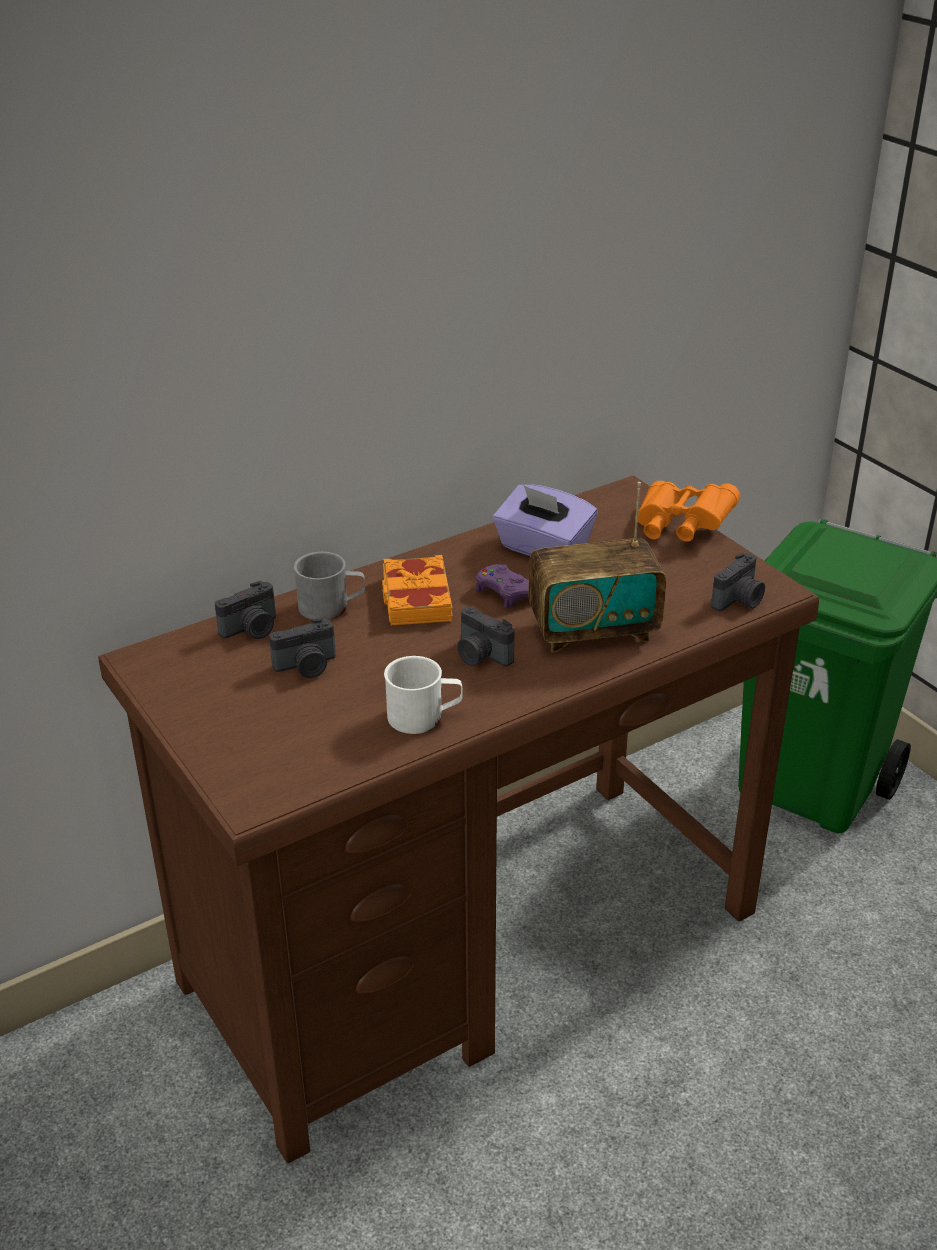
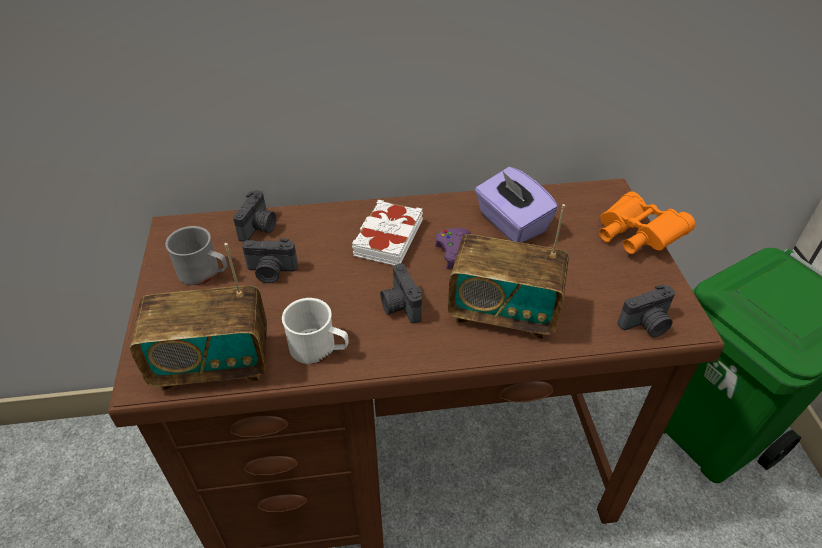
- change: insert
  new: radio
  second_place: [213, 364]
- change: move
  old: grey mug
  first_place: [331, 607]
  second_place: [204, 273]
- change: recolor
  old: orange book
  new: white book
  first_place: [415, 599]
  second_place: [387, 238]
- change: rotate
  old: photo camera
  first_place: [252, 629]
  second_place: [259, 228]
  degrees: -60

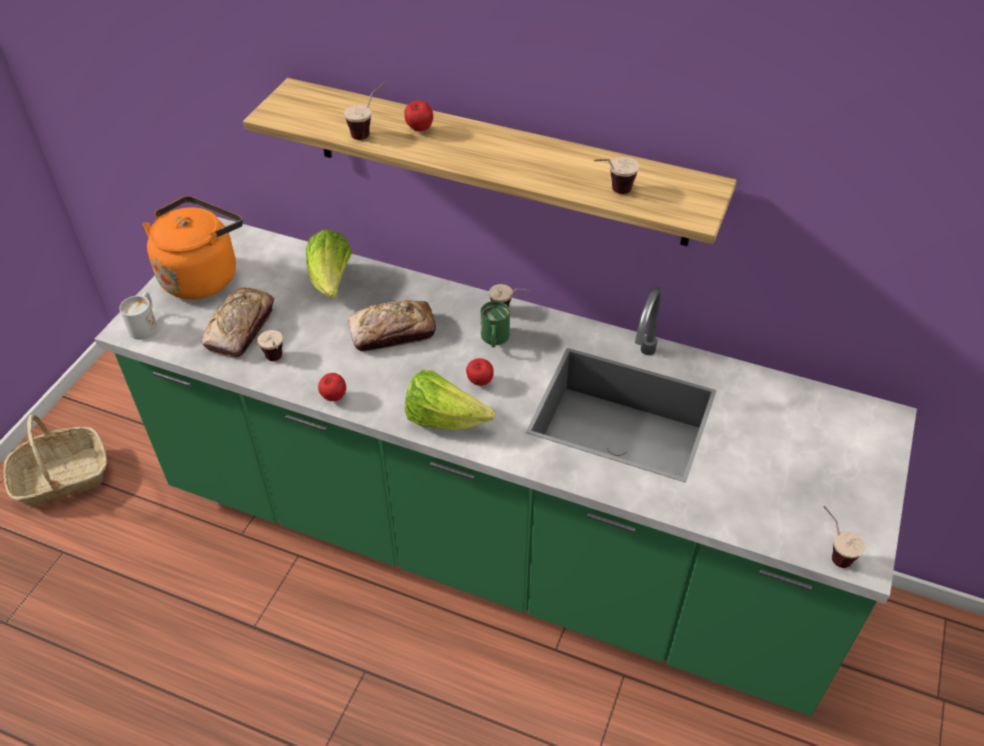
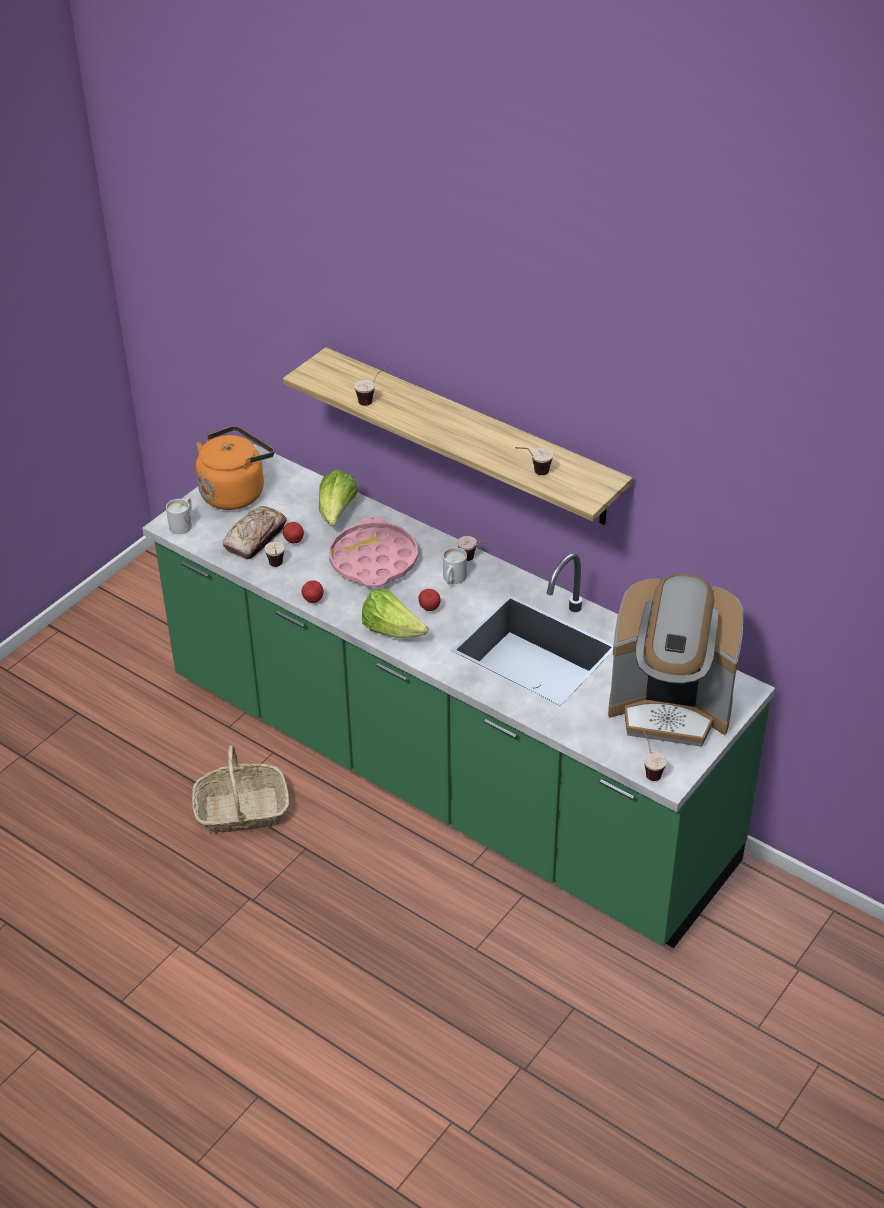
- change: insert
  new: coffee machine
  second_place: [671, 706]
- change: move
  old: basket
  first_place: [61, 477]
  second_place: [241, 811]
- change: move
  old: apple
  first_place: [419, 130]
  second_place: [293, 541]
- change: replace
  old: bread
  new: pink tray
  first_place: [392, 332]
  second_place: [373, 560]
- change: recolor
  old: green mug
  new: white mug
  first_place: [494, 340]
  second_place: [453, 580]

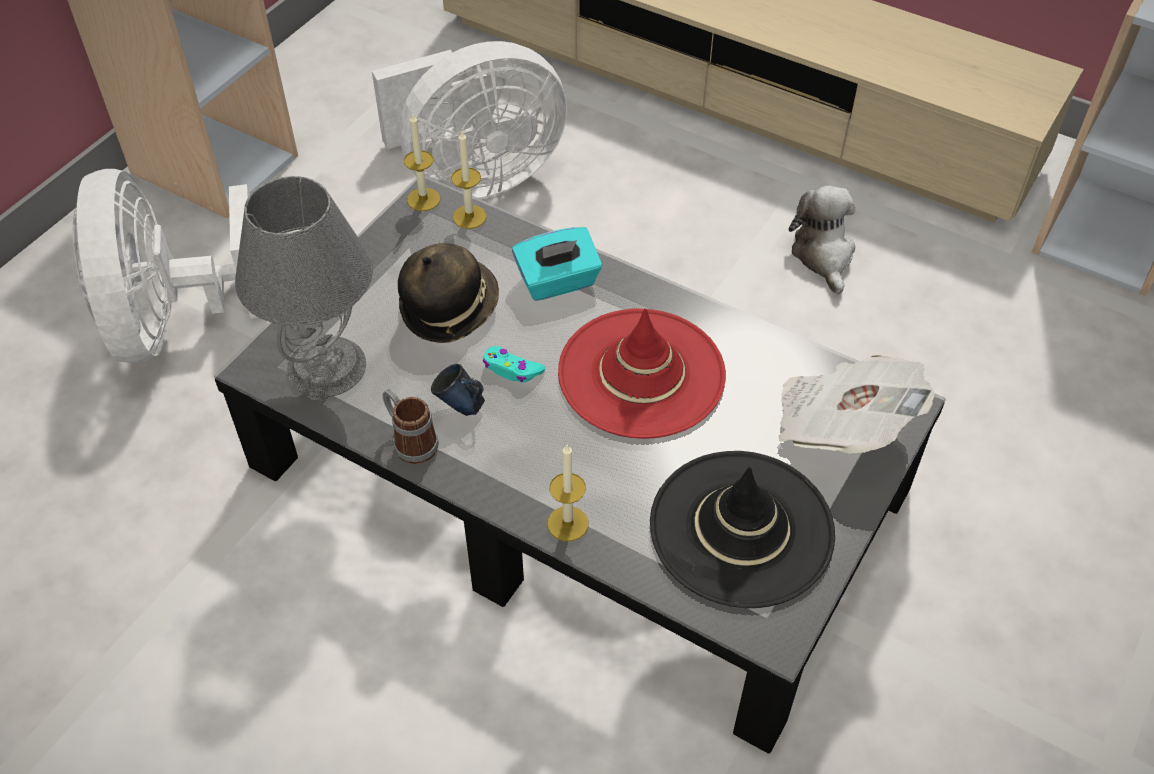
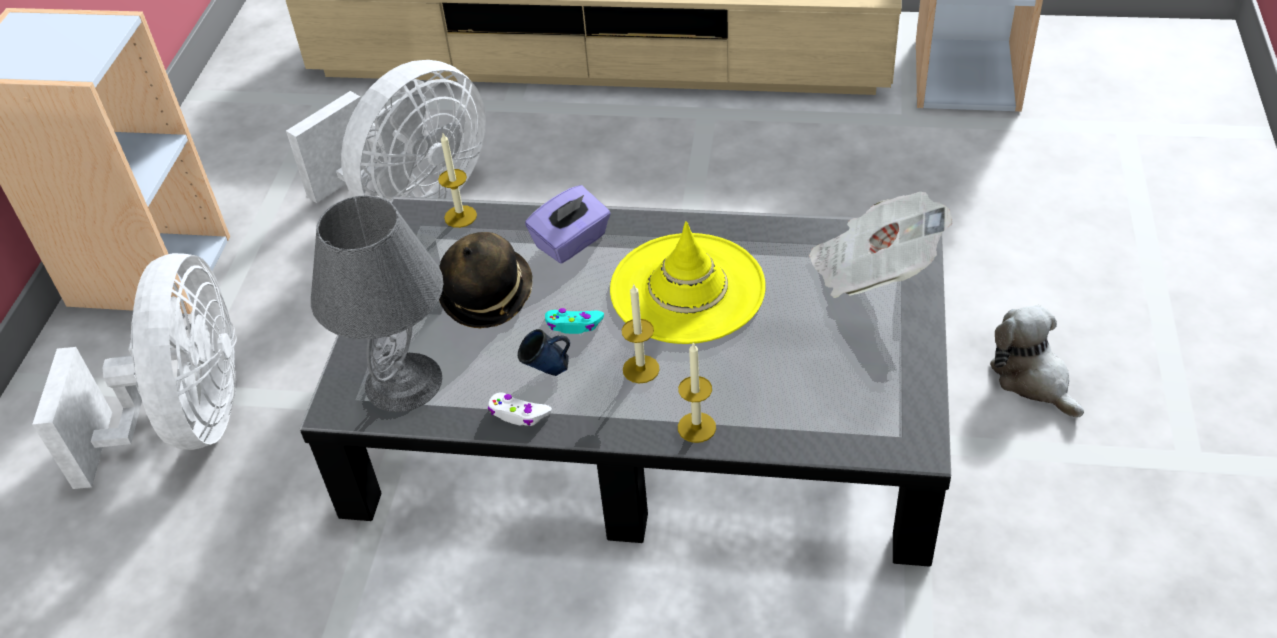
- change: delete
  old: black hat
  first_place: [741, 528]
- change: move
  old: candle
  first_place: [423, 199]
  second_place: [641, 369]
- change: move
  old: plush toy
  first_place: [823, 255]
  second_place: [1033, 379]
- change: replace
  old: mug
  new: white game controller
  first_place: [410, 441]
  second_place: [518, 414]
- change: recolor
  old: turquoise tissue box
  new: purple tissue box
  first_place: [558, 282]
  second_place: [571, 242]
- change: recolor
  old: red hat
  new: yellow hat
  first_place: [641, 373]
  second_place: [687, 288]
- change: rotate
  old: white fan
  first_place: [174, 322]
  second_place: [190, 421]
  degrees: -150

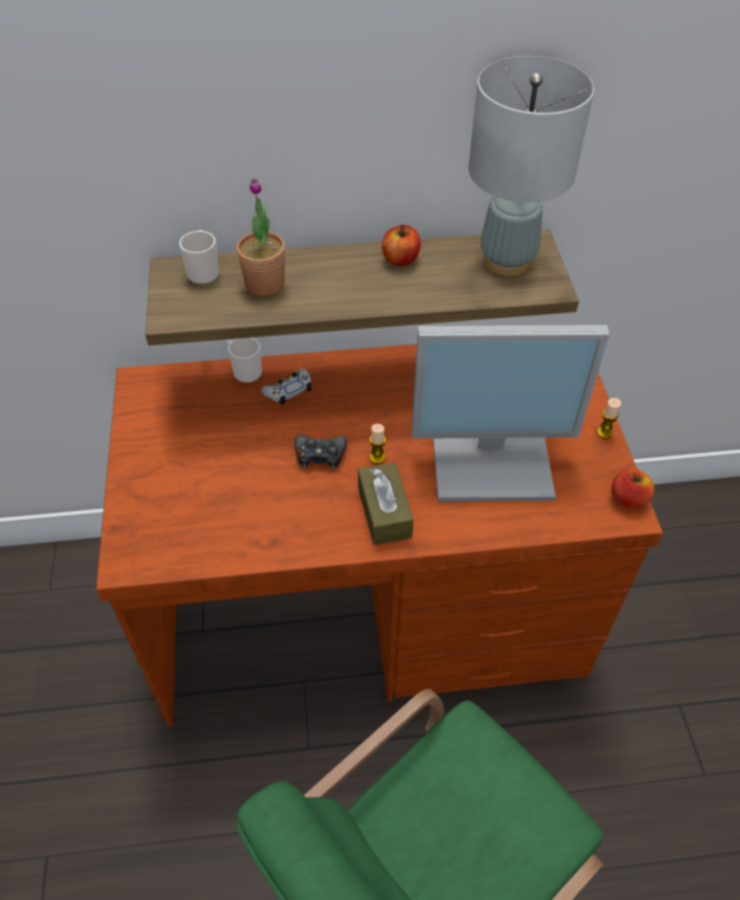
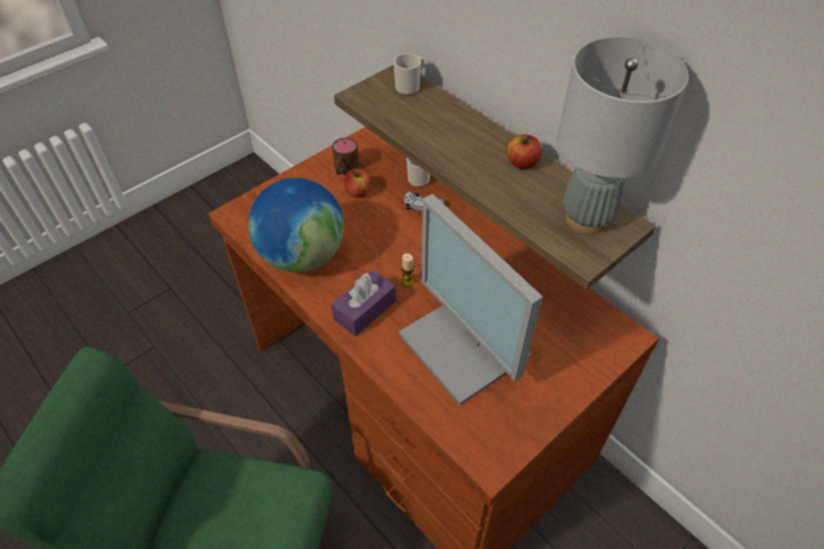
- change: delete
  old: potted plant
  first_place: [265, 284]
- change: delete
  old: black game controller
  first_place: [320, 455]
- change: delete
  old: candle
  first_place: [604, 432]
- change: insert
  new: globe
  second_place: [302, 255]
- change: insert
  new: brown mug
  second_place: [344, 170]
- change: move
  old: apple
  first_place: [628, 499]
  second_place: [358, 192]
- change: recolor
  old: brown tissue box
  new: purple tissue box
  first_place: [384, 512]
  second_place: [365, 310]

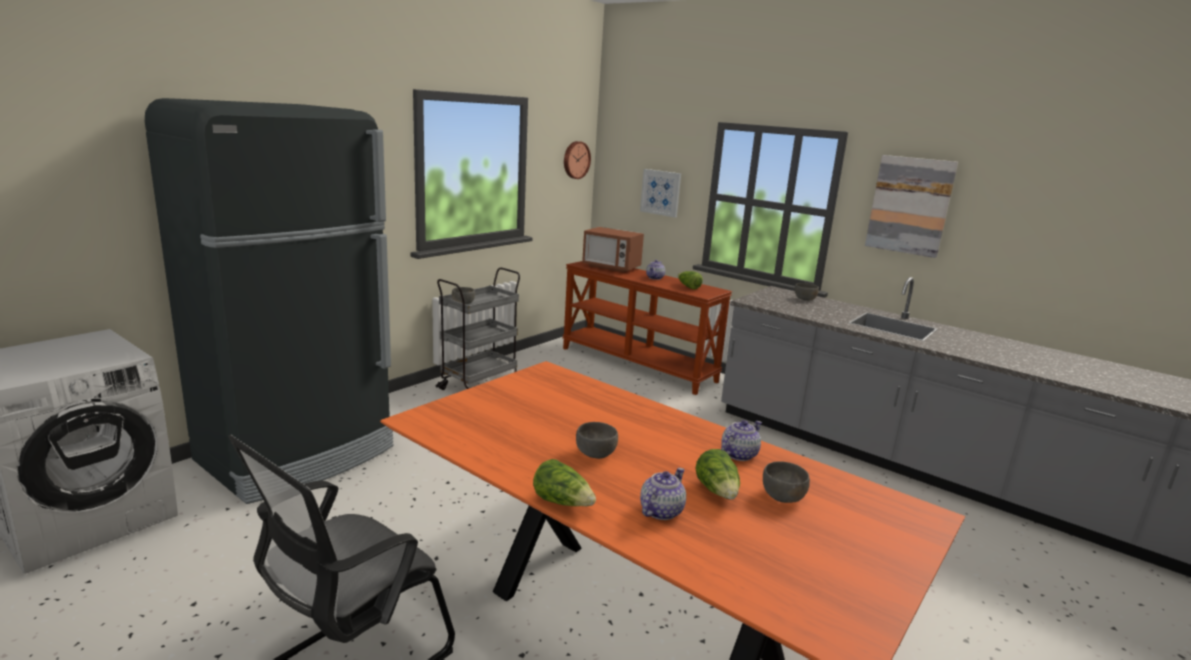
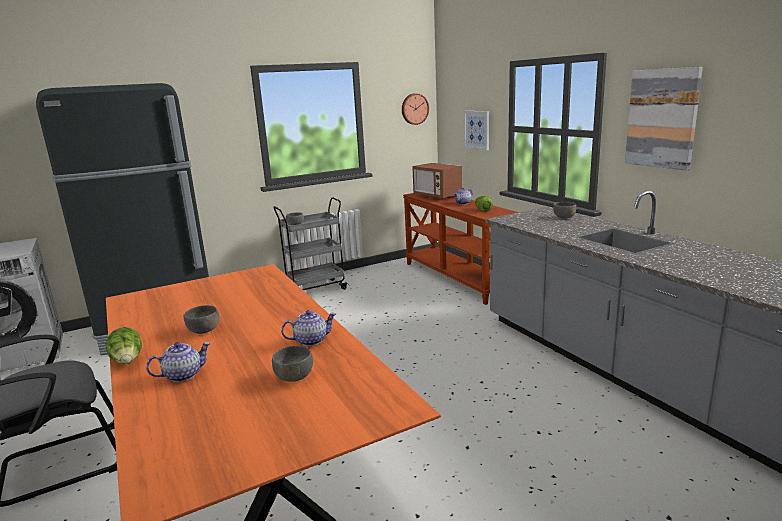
- change: delete
  old: lettuce
  first_place: [718, 491]

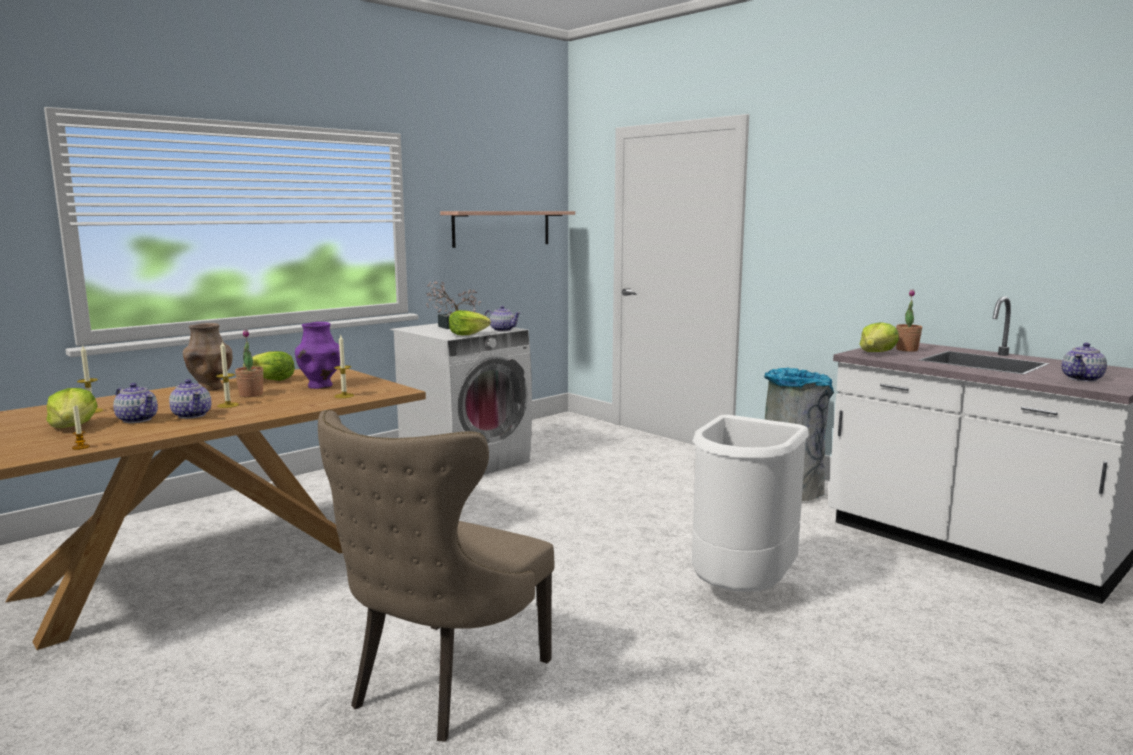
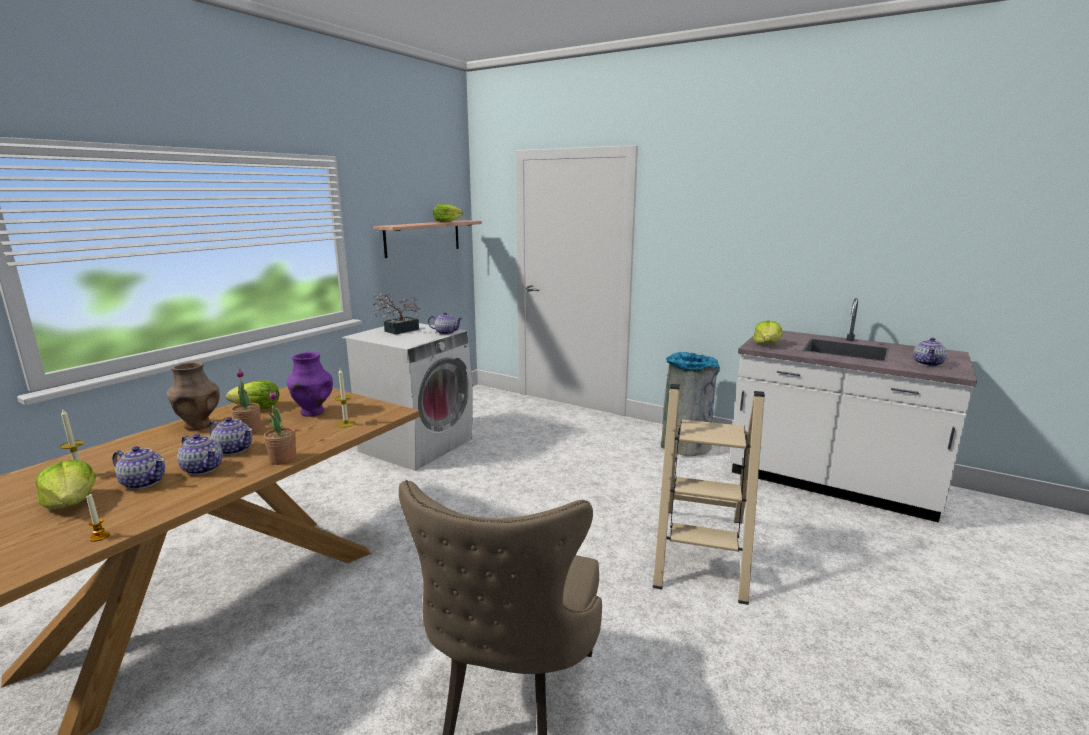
- change: move
  old: lettuce
  first_place: [467, 334]
  second_place: [446, 222]
- change: move
  old: potted plant
  first_place: [907, 350]
  second_place: [283, 459]
- change: replace
  old: candle
  new: teapot
  first_place: [228, 405]
  second_place: [234, 449]
- change: replace
  old: white trash can
  new: beige step ladder
  first_place: [741, 590]
  second_place: [701, 550]

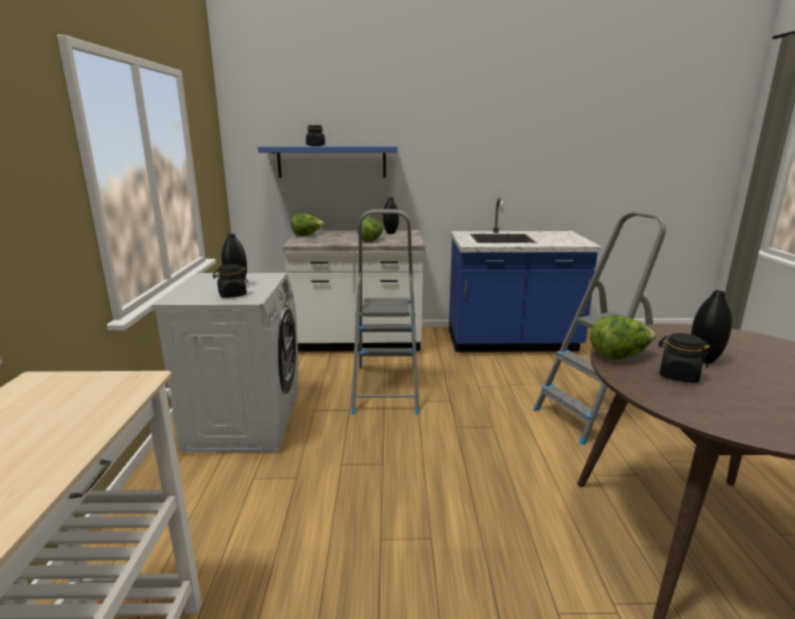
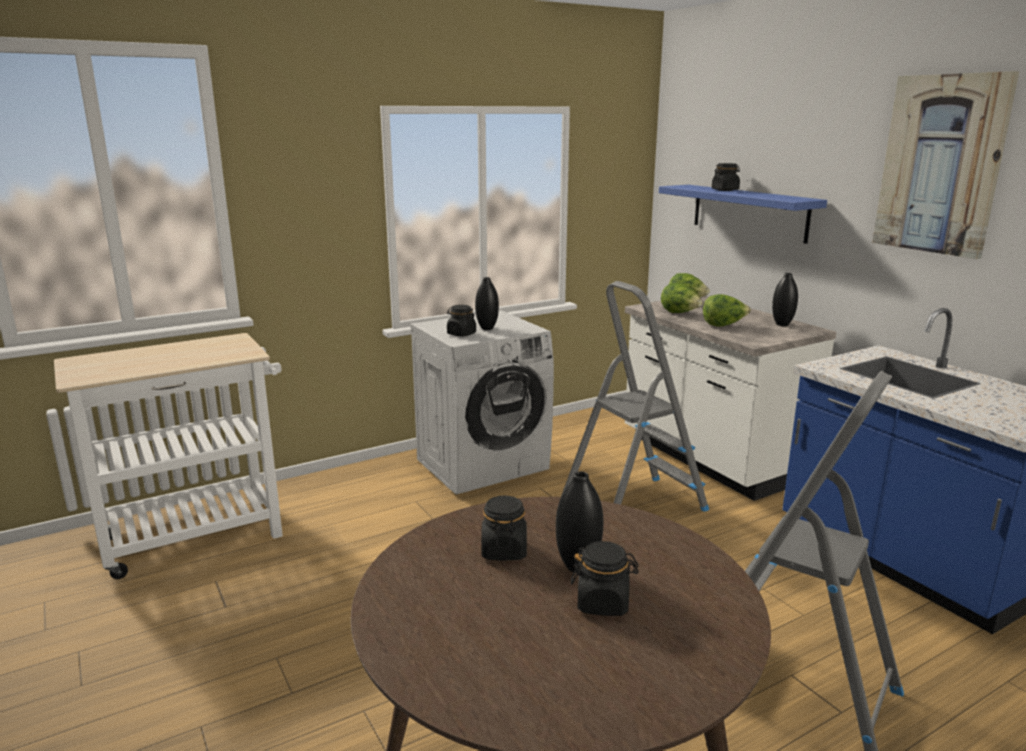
- change: insert
  new: black jar
  second_place: [603, 603]
- change: insert
  new: picture
  second_place: [941, 165]
- change: move
  old: lettuce
  first_place: [619, 356]
  second_place: [680, 313]

